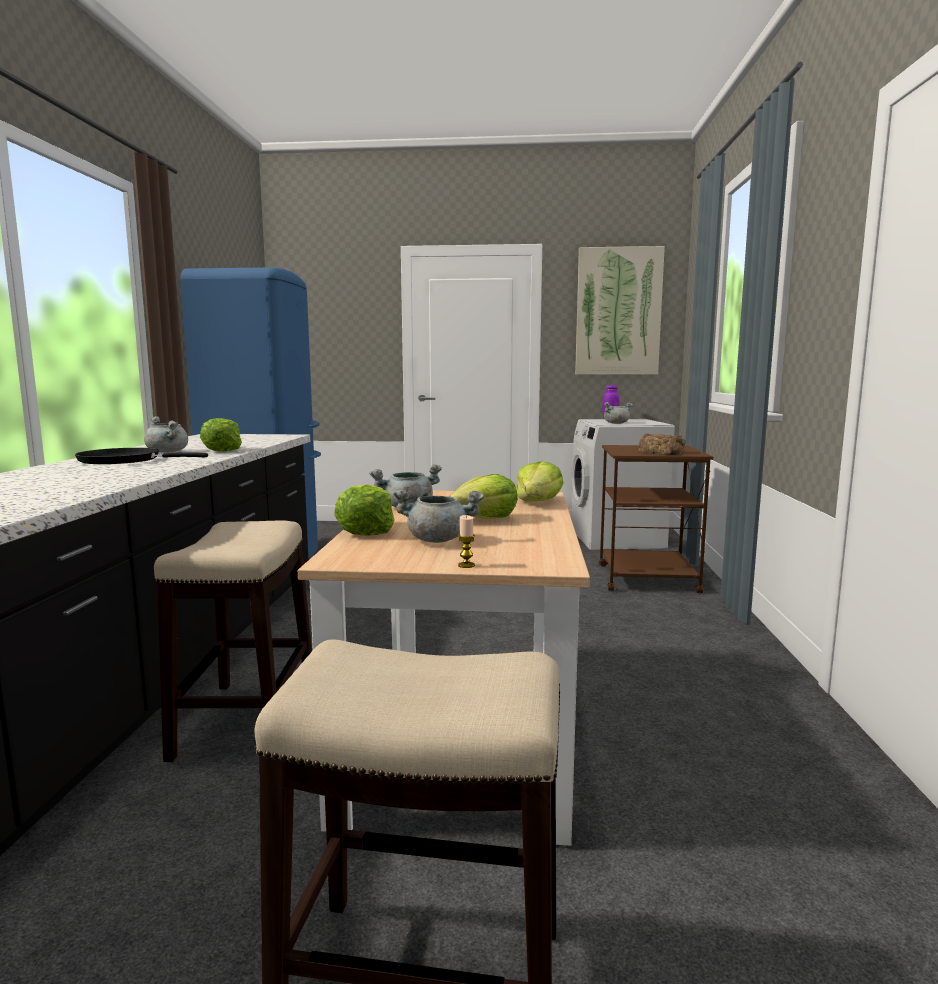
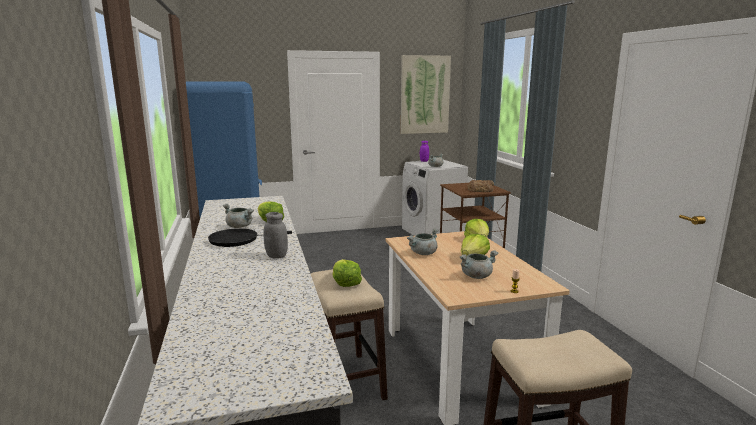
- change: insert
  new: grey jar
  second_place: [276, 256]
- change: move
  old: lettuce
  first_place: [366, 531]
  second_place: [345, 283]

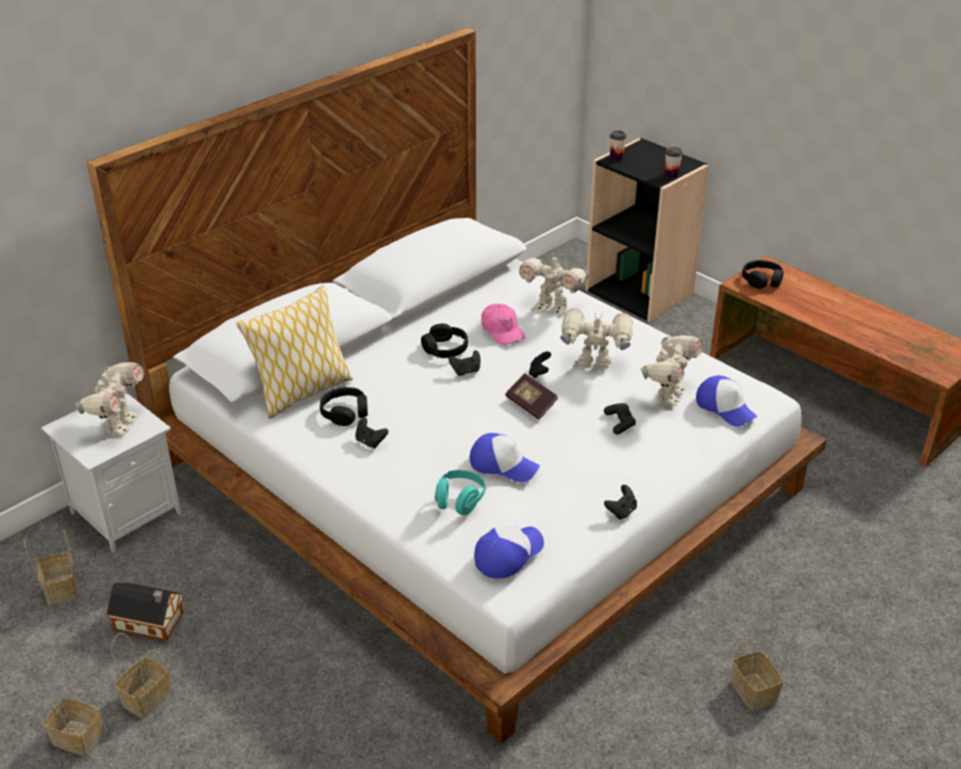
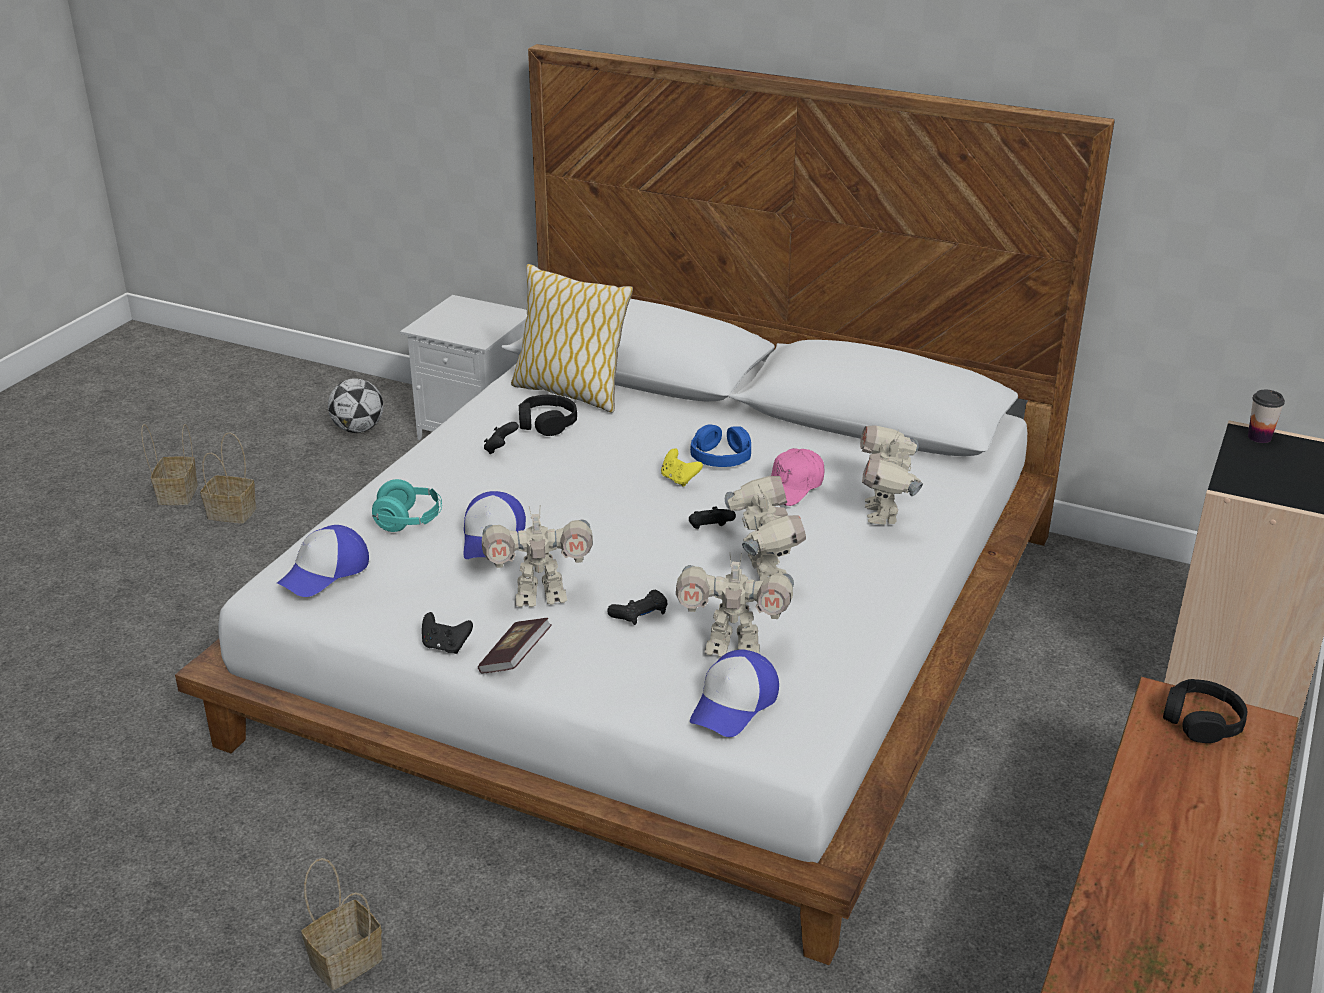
- change: delete
  old: toy house
  first_place: [151, 622]
- change: delete
  old: cup
  first_place: [671, 175]
- change: move
  old: toy robot
  first_place: [119, 425]
  second_place: [540, 596]
- change: move
  old: book
  first_place: [531, 404]
  second_place: [515, 658]
- change: replace
  old: basket
  new: football
  first_place: [60, 588]
  second_place: [358, 429]
- change: recolor
  old: black headphones
  new: blue headphones
  first_place: [445, 348]
  second_place: [721, 457]
- change: recolor
  old: black game controller
  new: yellow game controller
  first_place: [466, 371]
  second_place: [679, 479]
- change: rotate
  old: cap
  first_place: [508, 554]
  second_place: [325, 572]
  degrees: 105

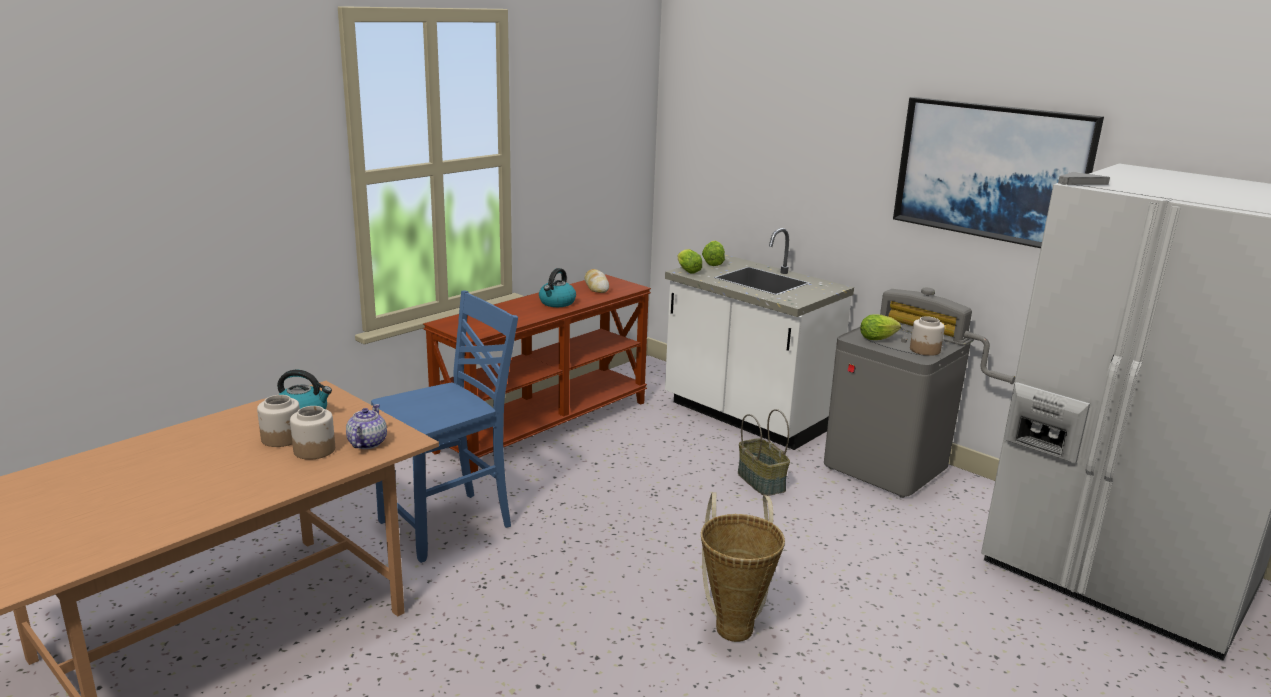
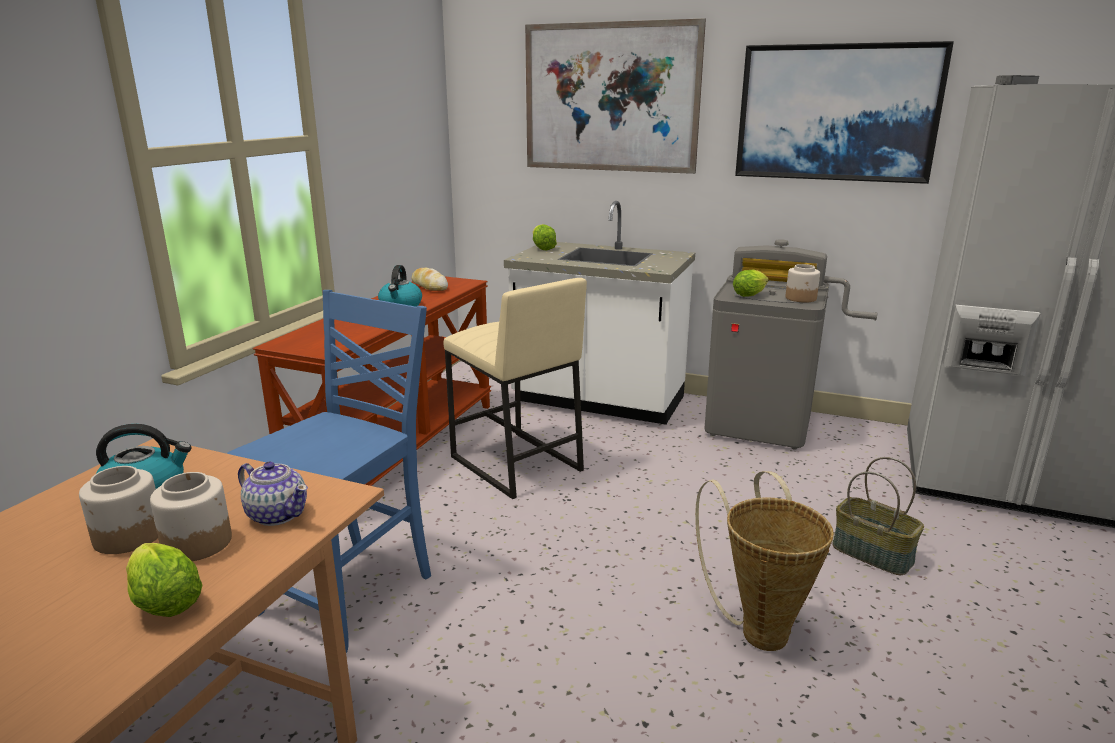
- change: insert
  new: beige stool
  second_place: [516, 463]
- change: insert
  new: picture
  second_place: [610, 98]
- change: move
  old: lettuce
  first_place: [687, 271]
  second_place: [163, 600]
- change: move
  old: basket
  first_place: [762, 481]
  second_place: [873, 554]
- change: rotate
  old: teapot
  first_place: [366, 443]
  second_place: [277, 514]
  degrees: 135

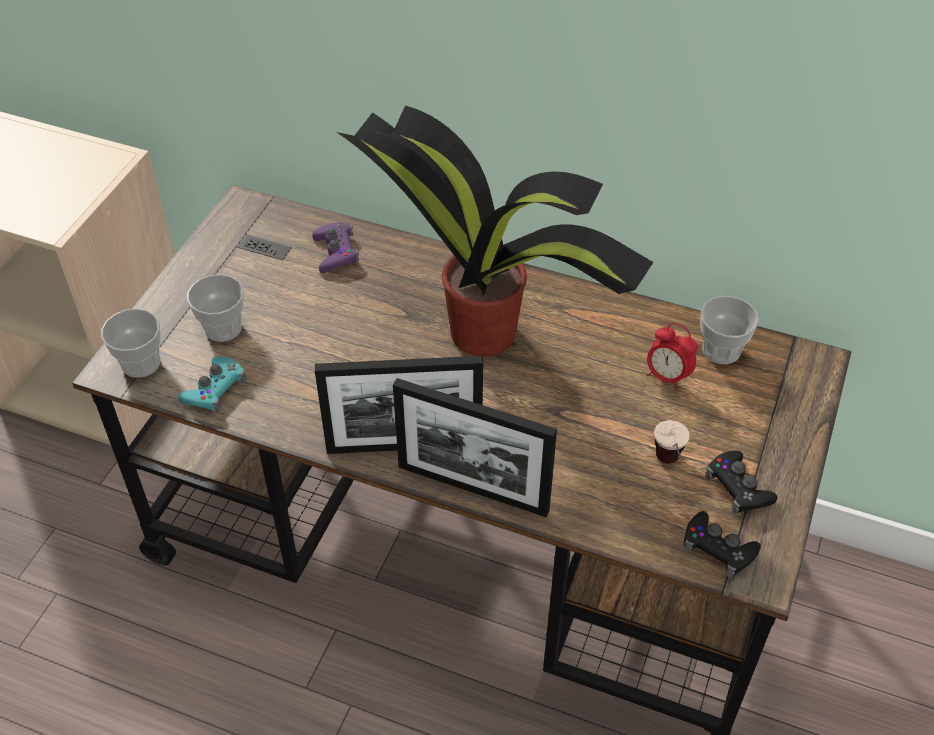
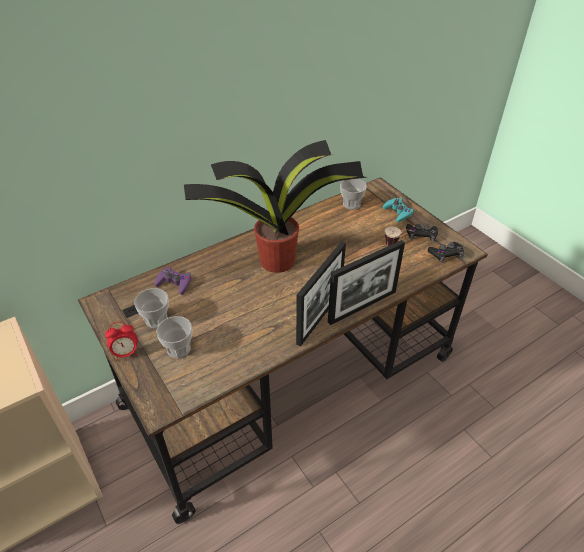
- change: move
  old: cup
  first_place: [141, 363]
  second_place: [156, 319]
- change: move
  old: turquoise game controller
  first_place: [215, 389]
  second_place: [398, 212]
- change: move
  old: alarm clock
  first_place: [667, 377]
  second_place: [126, 353]

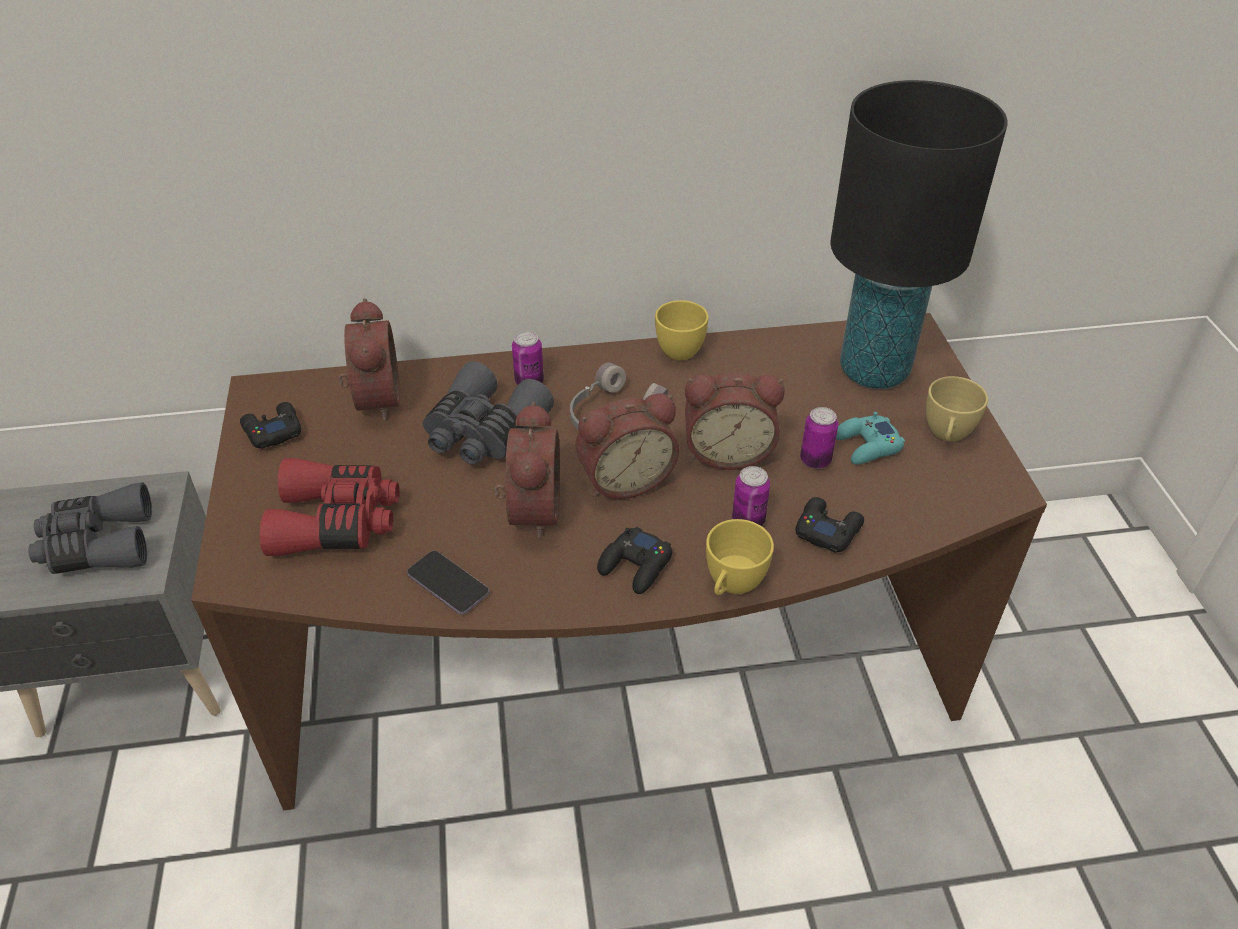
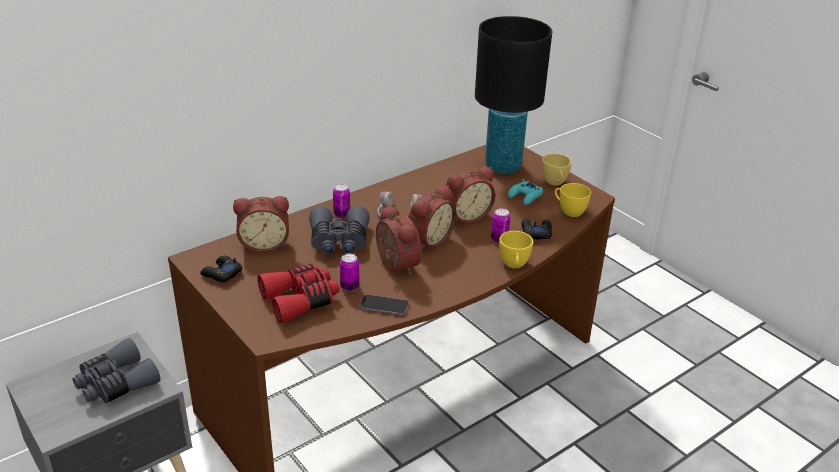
- change: delete
  old: black game controller
  first_place: [635, 566]
- change: move
  old: yellow cup
  first_place: [677, 348]
  second_place: [569, 211]
- change: move
  old: can
  first_place: [815, 460]
  second_place: [349, 287]
- change: rotate
  old: alarm clock
  first_place: [373, 399]
  second_place: [264, 244]
  degrees: 120

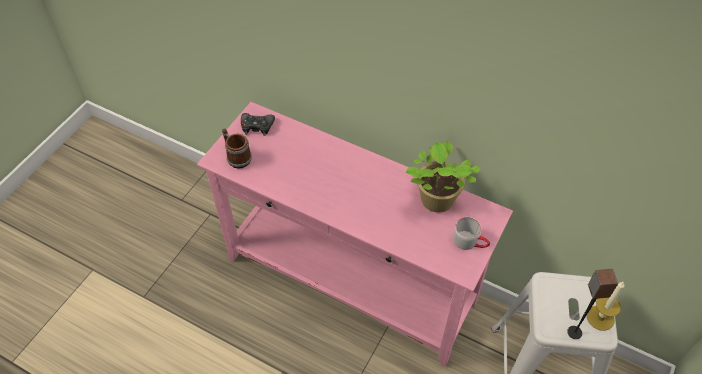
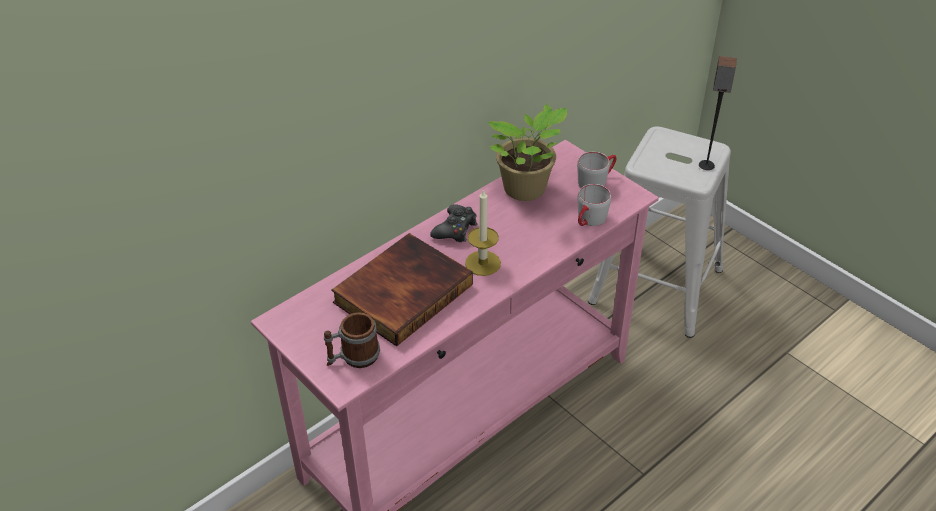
- change: insert
  new: book
  second_place: [402, 291]
- change: insert
  new: grey mug
  second_place: [589, 221]
- change: move
  old: black game controller
  first_place: [257, 126]
  second_place: [455, 229]
- change: move
  old: candle
  first_place: [600, 318]
  second_place: [483, 263]

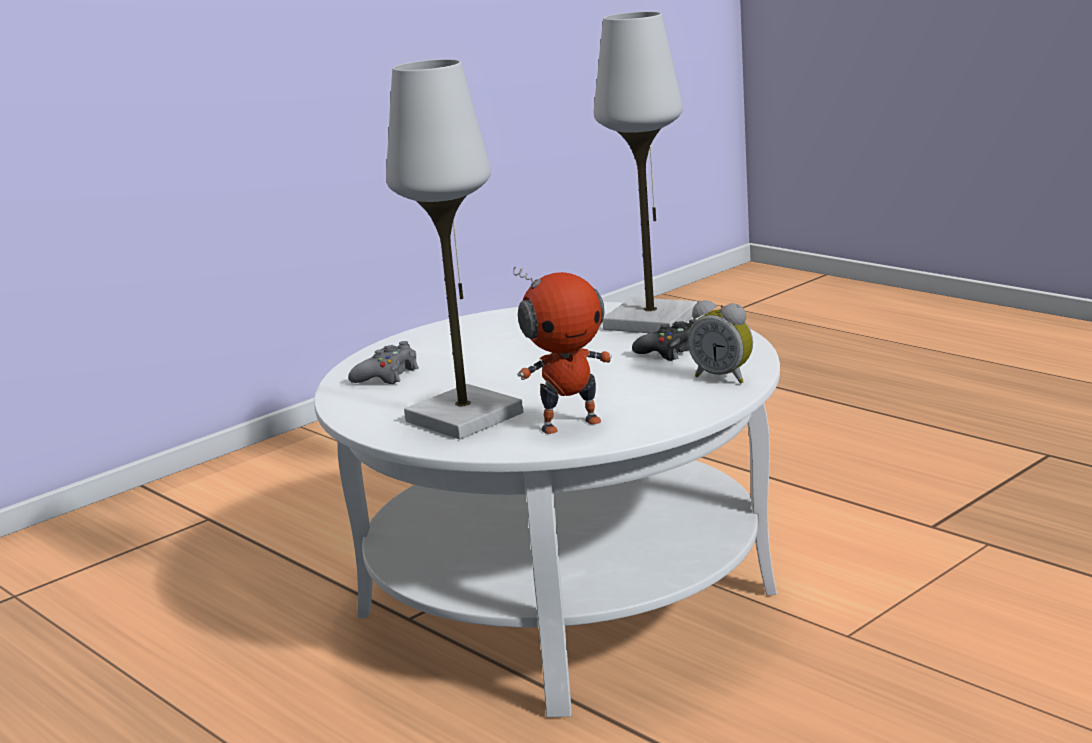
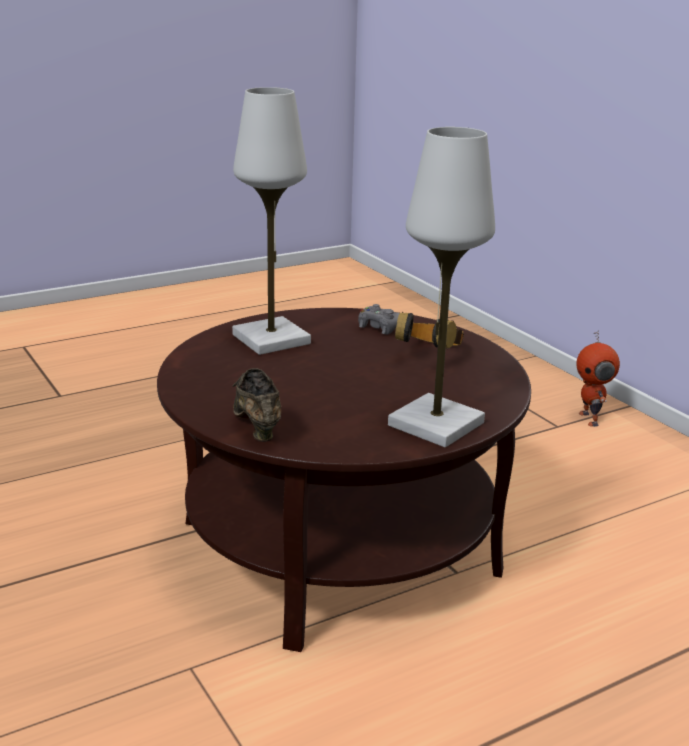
- change: delete
  old: black game controller
  first_place: [673, 351]
- change: insert
  new: headphones
  second_place: [429, 354]
- change: move
  old: toy robot
  first_place: [570, 424]
  second_place: [590, 419]
- change: replace
  old: alarm clock
  new: brown shoe
  first_place: [723, 377]
  second_place: [256, 426]
- change: recolor
  old: white coffee table
  new: brown coffee table
  first_place: [566, 602]
  second_place: [339, 546]

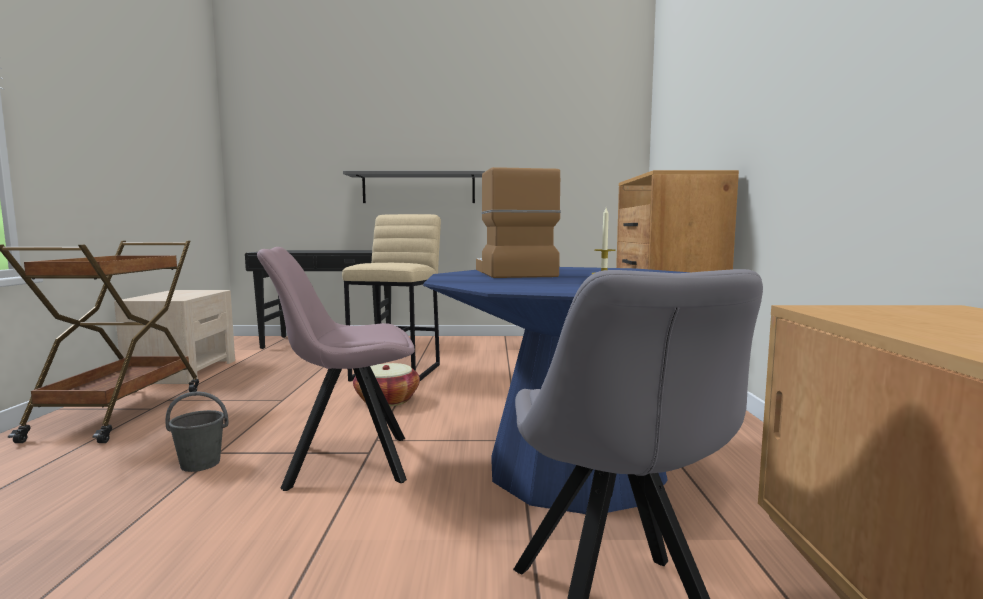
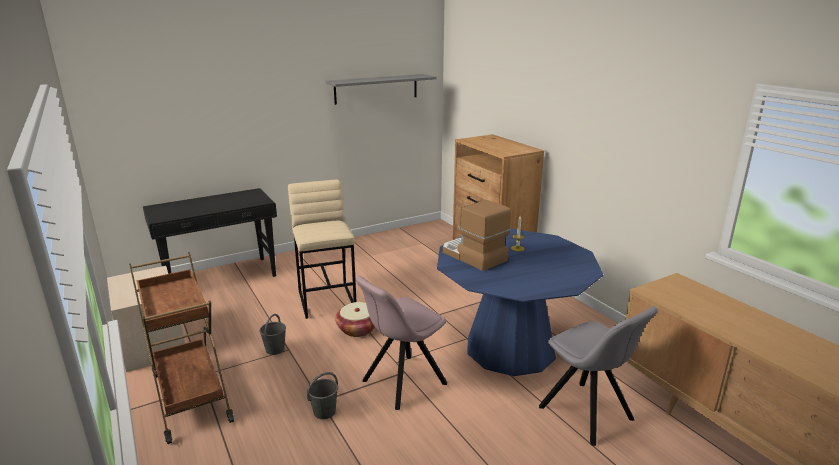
- change: insert
  new: grey bucket
  second_place: [275, 349]
- change: move
  old: grey shelf
  first_place: [418, 188]
  second_place: [376, 89]

